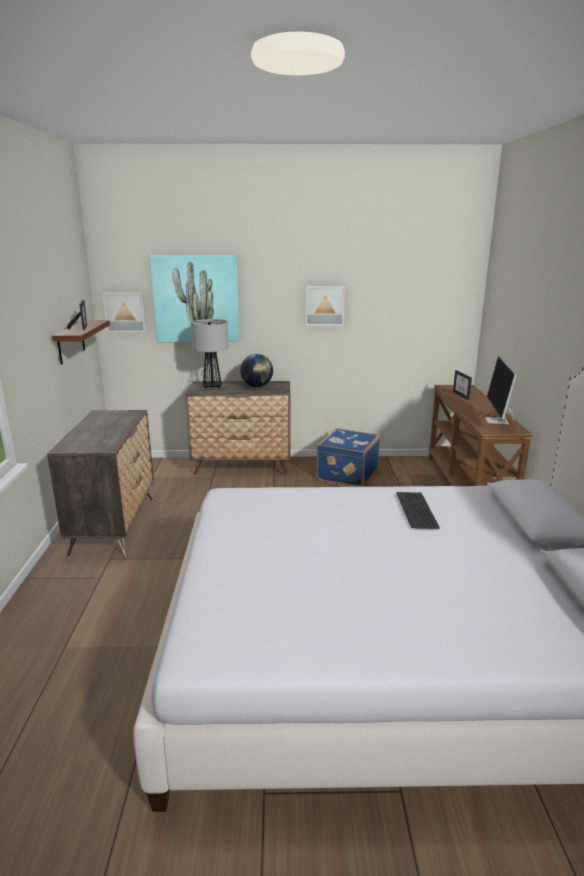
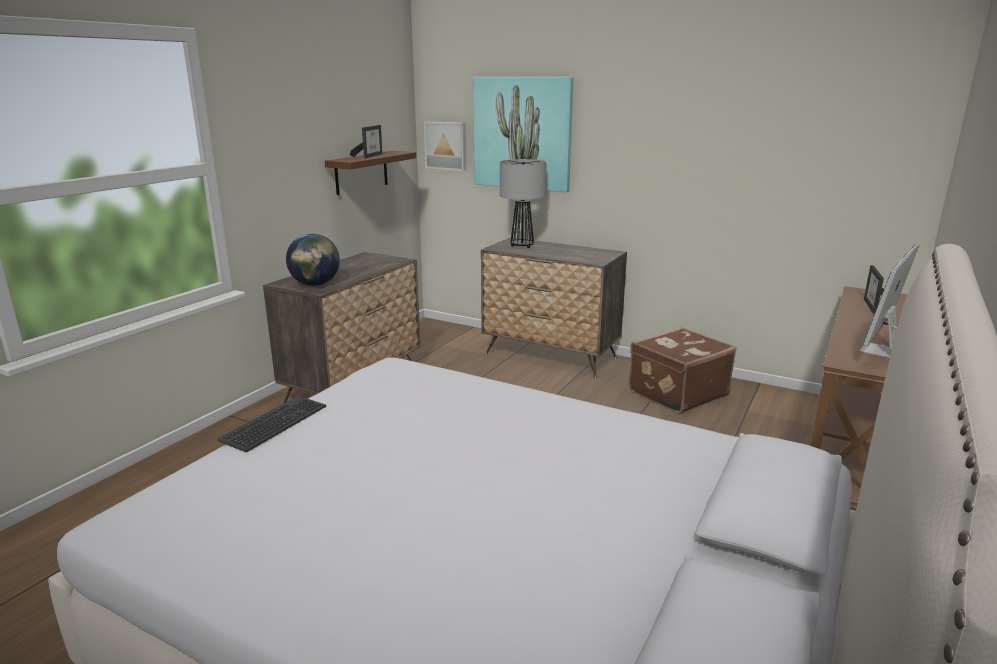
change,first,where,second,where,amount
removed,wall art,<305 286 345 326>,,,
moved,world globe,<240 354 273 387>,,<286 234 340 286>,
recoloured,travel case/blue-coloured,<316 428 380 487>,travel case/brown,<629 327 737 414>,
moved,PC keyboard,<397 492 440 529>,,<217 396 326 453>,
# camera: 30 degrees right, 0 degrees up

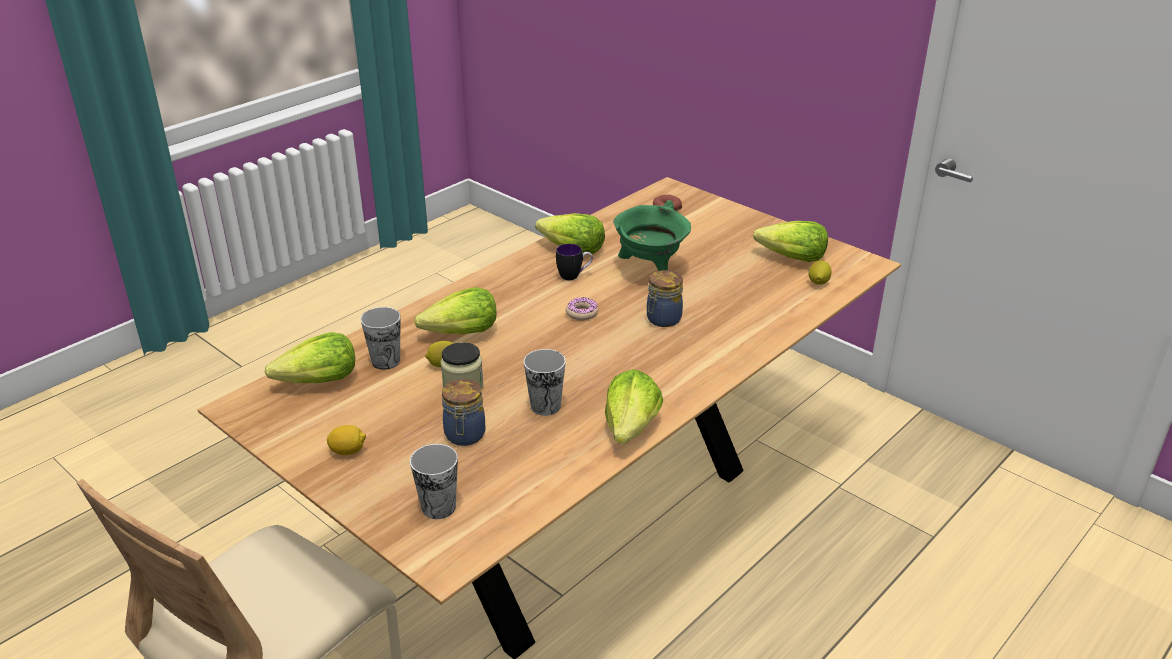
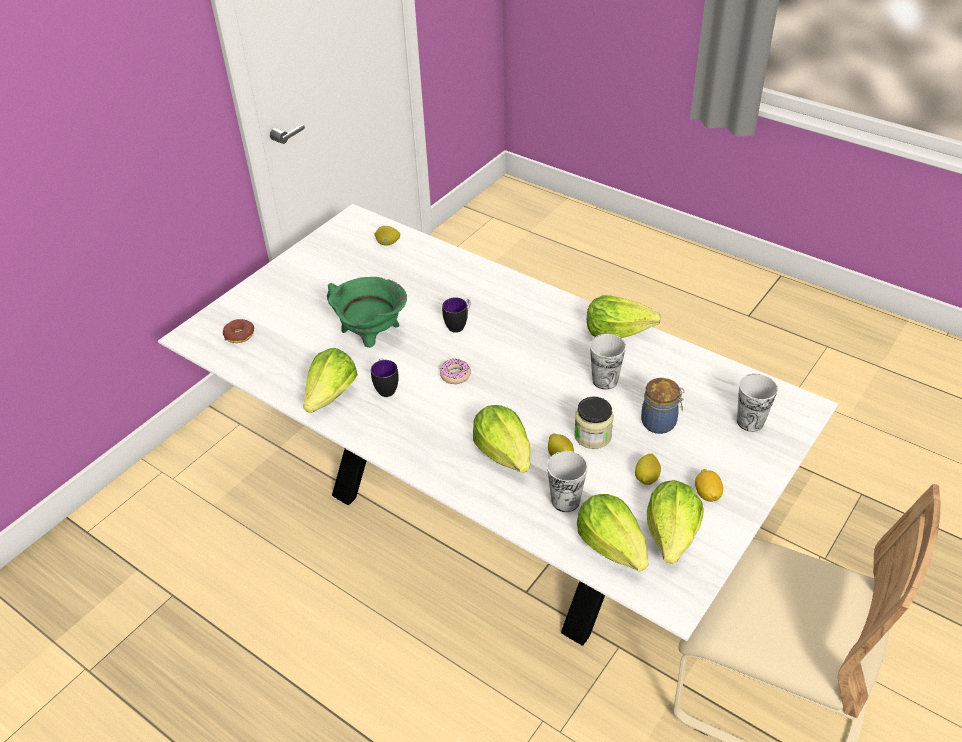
change,first,where,second,where,amount
recoloured,kitchen table/brown,<197 177 901 659>,kitchen table/white-coloured,<158 204 838 646>,
moved,head of lettuce,<753 221 828 262>,,<647 480 703 564>,
replaced,jar,<647 270 683 327>,mug,<442 297 471 333>,
added,,,citrus fruit,<635 453 661 485>,
# camera: 95 degrees left, 10 degrees up

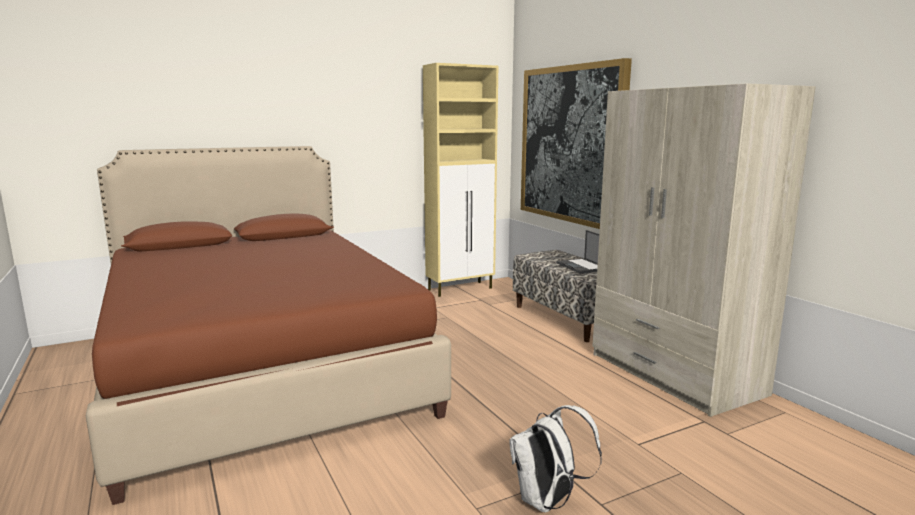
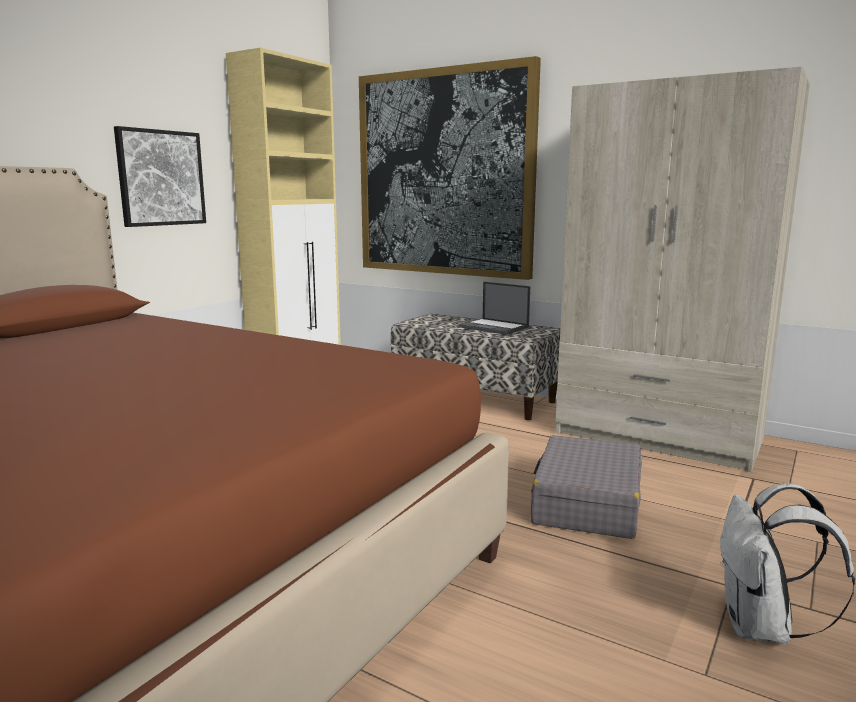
change,first,where,second,where,amount
added,,,wall art,<114 126 206 227>,
added,,,travel case/greyish,<531 435 642 539>,
# camera: 30 degrees left, 0 degrees up

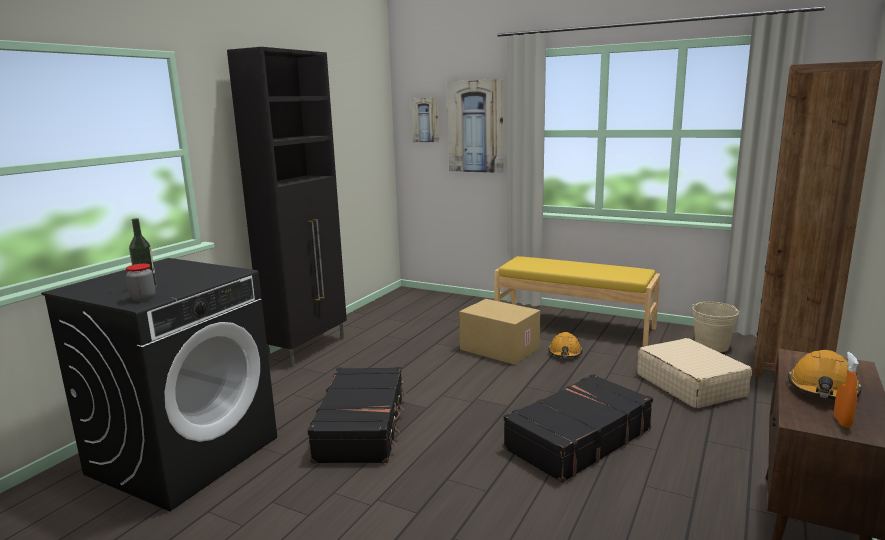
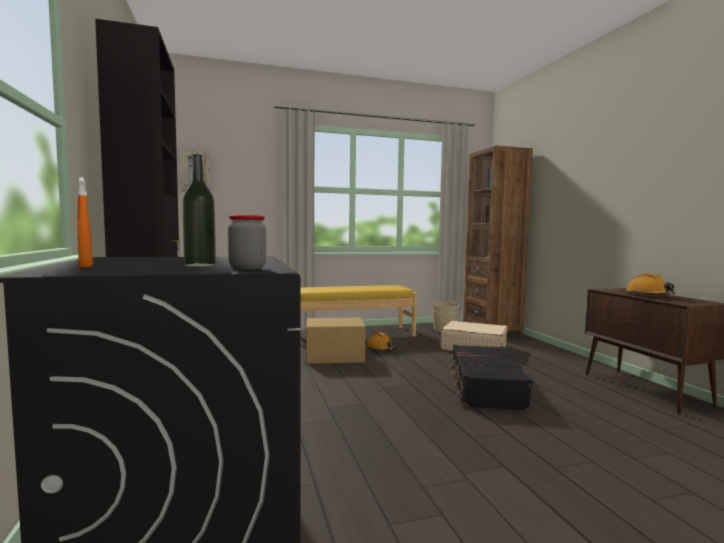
change,first,where,second,where,amount
removed,wall art,<447 79 504 173>,,,
moved,spray bottle/orange-coloured,<834 352 859 428>,,<77 177 93 268>,
removed,travel case/black-coloured,<307 367 407 463>,,,
# camera: 45 degrees left, 10 degrees down

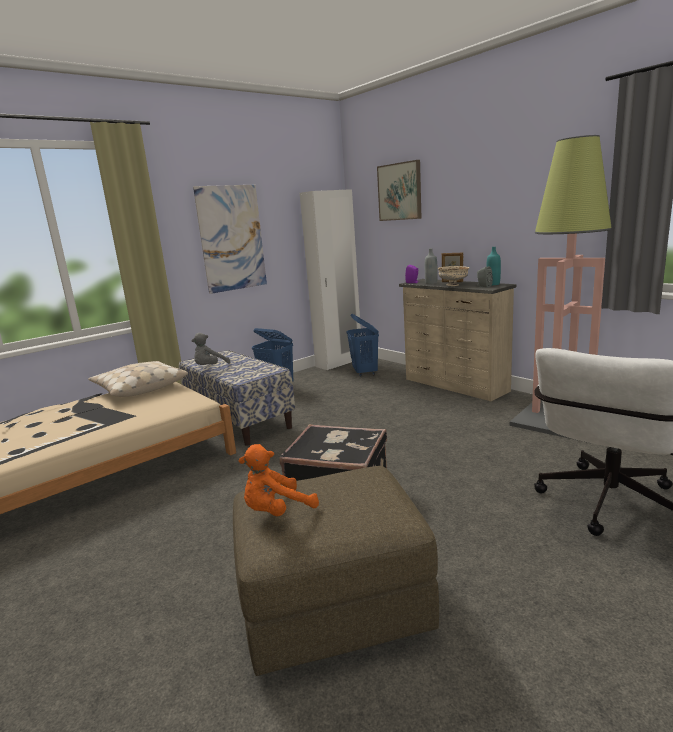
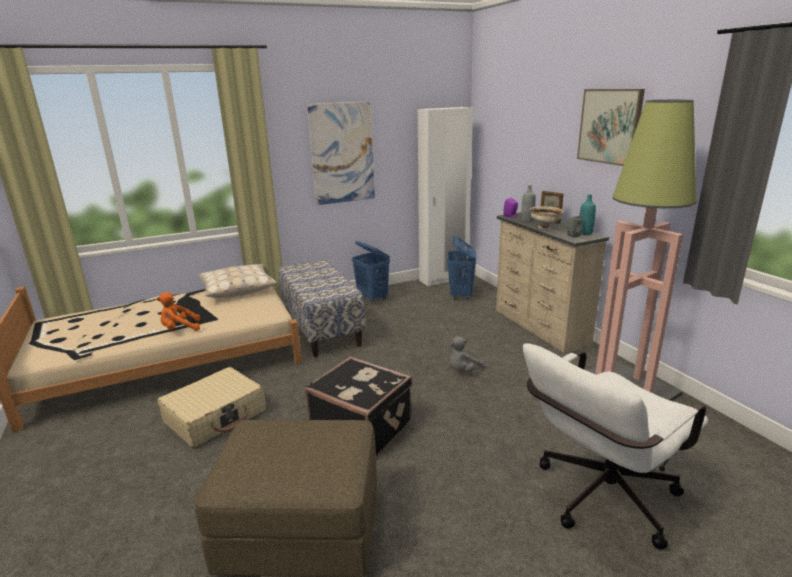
change,first,where,second,where,amount
moved,wall art,<377 160 422 221>,,<577 89 645 166>,
moved,plush toy/greyish,<192 333 230 365>,,<449 336 484 372>,
moved,plush toy/orange-coloured,<239 444 319 516>,,<157 292 200 331>,
added,,,travel case/beige,<158 367 266 448>,
# camera: 15 degrees right, 5 degrees up

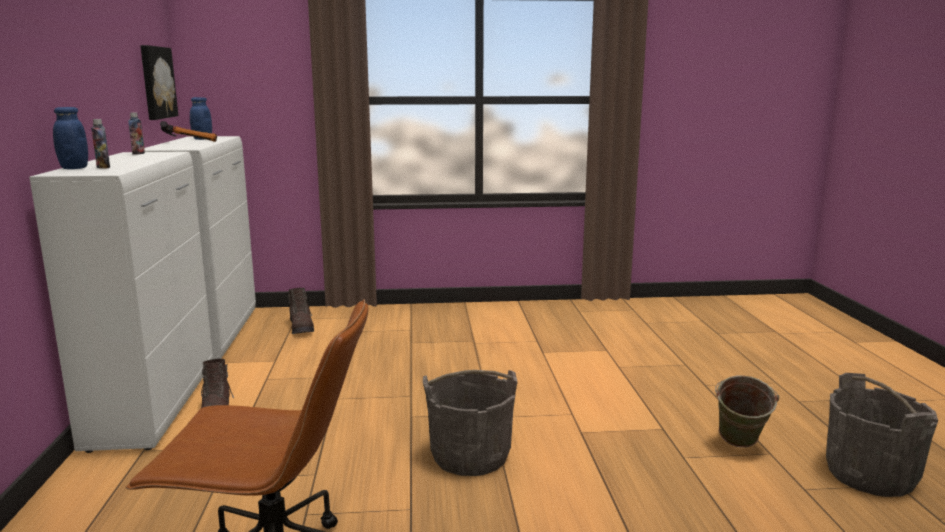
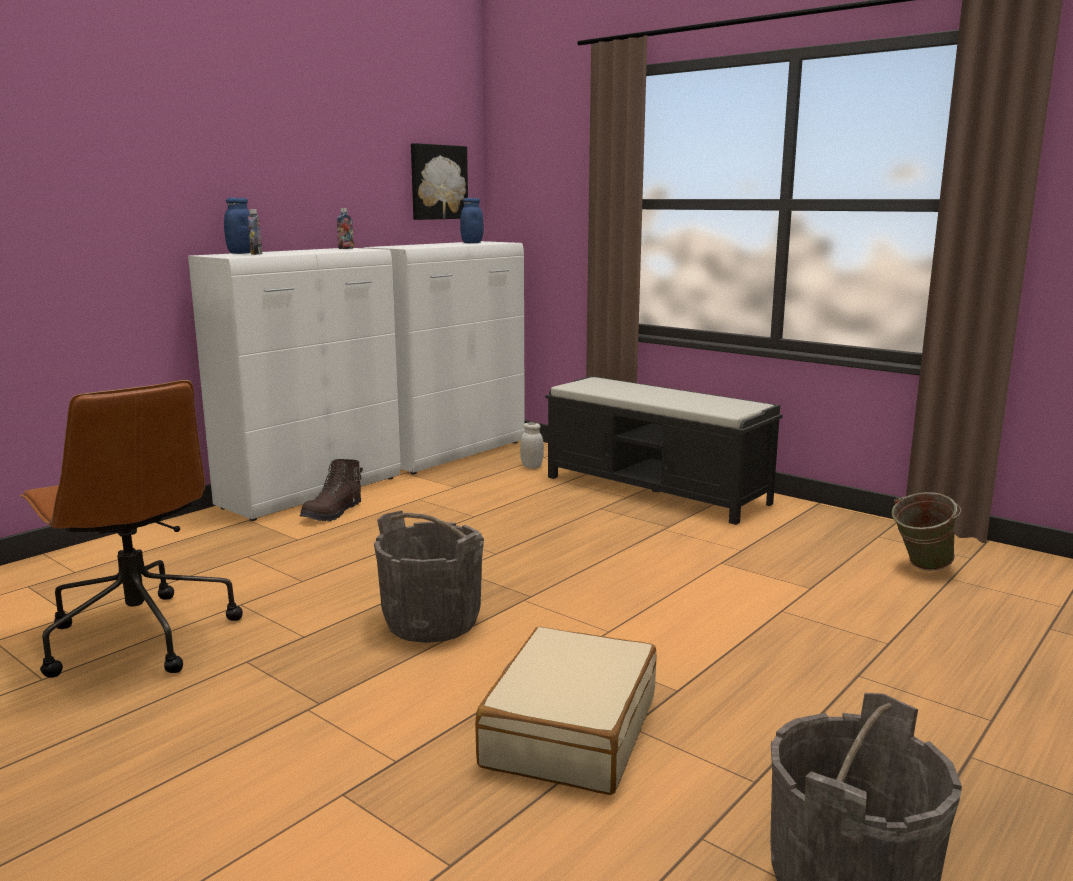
change,first,where,second,where,amount
removed,hand hammer,<160 121 217 142>,,,
replaced,tall boot/brown,<288 288 314 334>,jar/white-coloured,<520 422 544 469>,
moved,water bucket/green,<715 375 779 448>,,<892 492 961 571>,
added,,,indoor bench/black-coloured,<546 376 783 525>,
added,,,travel case/beige,<475 627 656 795>,
# camera: 45 degrees right, 0 degrees up

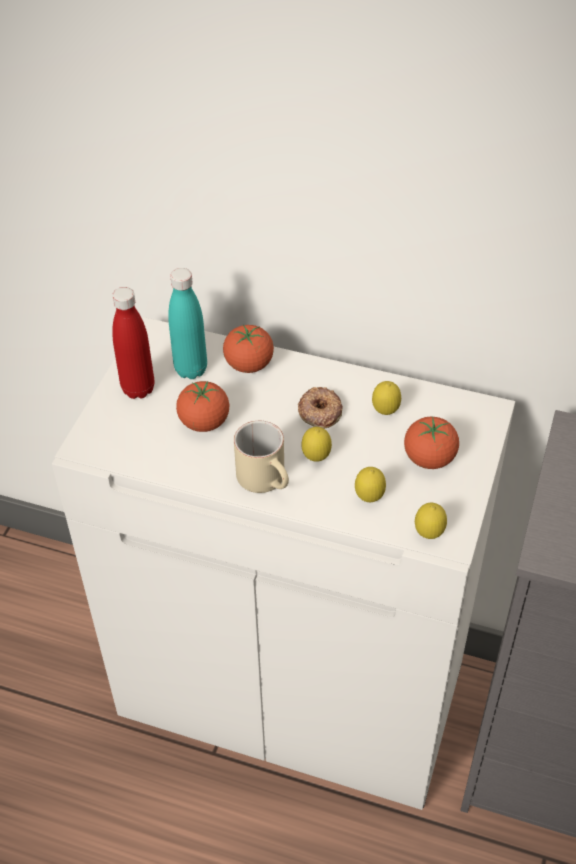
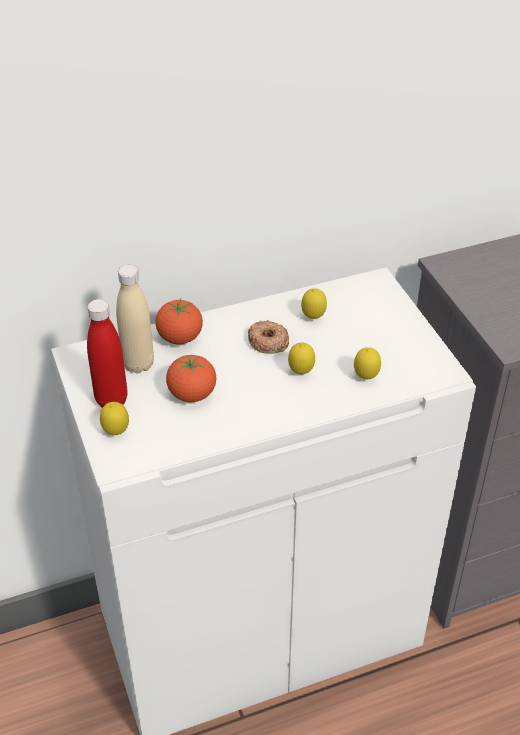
change,first,where,second,where,amount
recoloured,bottle/blue-green,<168 268 207 379>,bottle/beige,<116 265 154 373>,
removed,whole tomato,<404 417 459 469>,,,
removed,mug/beige,<234 421 289 493>,,,
moved,citrus fruit,<415 503 447 539>,,<100 402 129 435>,
# camera: 40 degrees left, 5 degrees down

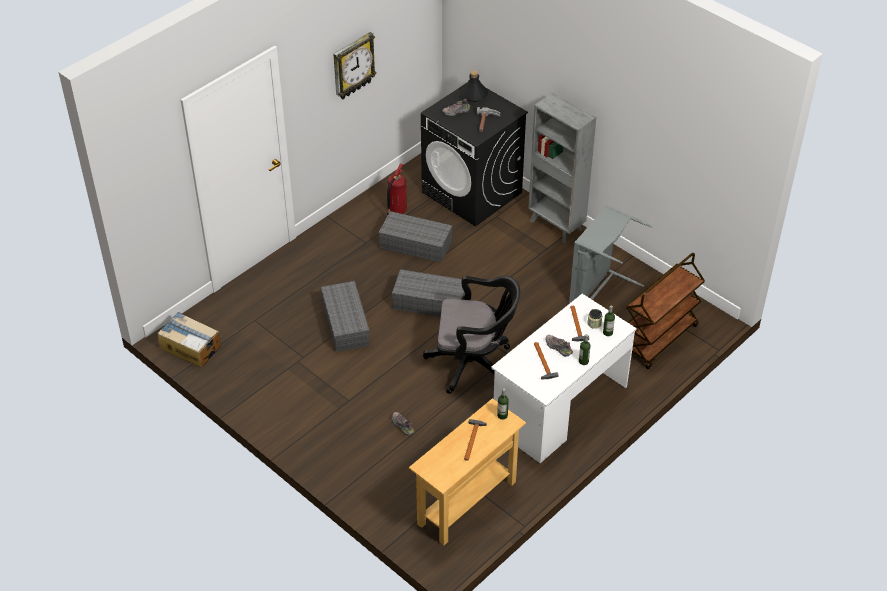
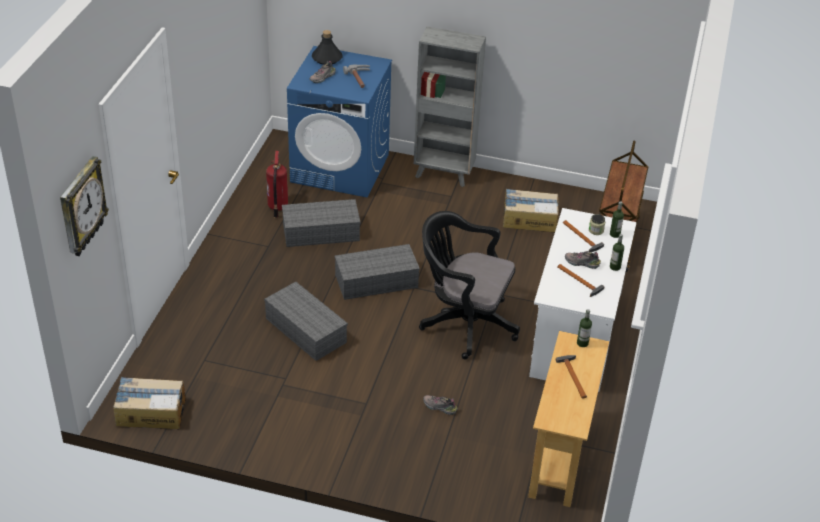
change,first,where,second,where,amount
moved,clock on the wall,<333 32 376 99>,,<60 156 109 256>,
recoloured,laundry appliance/black-coloured,<421 84 528 226>,laundry appliance/blue-coloured,<287 46 392 198>,
replaced,laundry basket/greyish,<569 206 653 303>,carton,<503 188 559 232>,
turned,office chair/black-coloured,<423 276 520 394>,,<419 211 520 360>,135 degrees counterclockwise
# camera: 30 degrees left, 5 degrees down

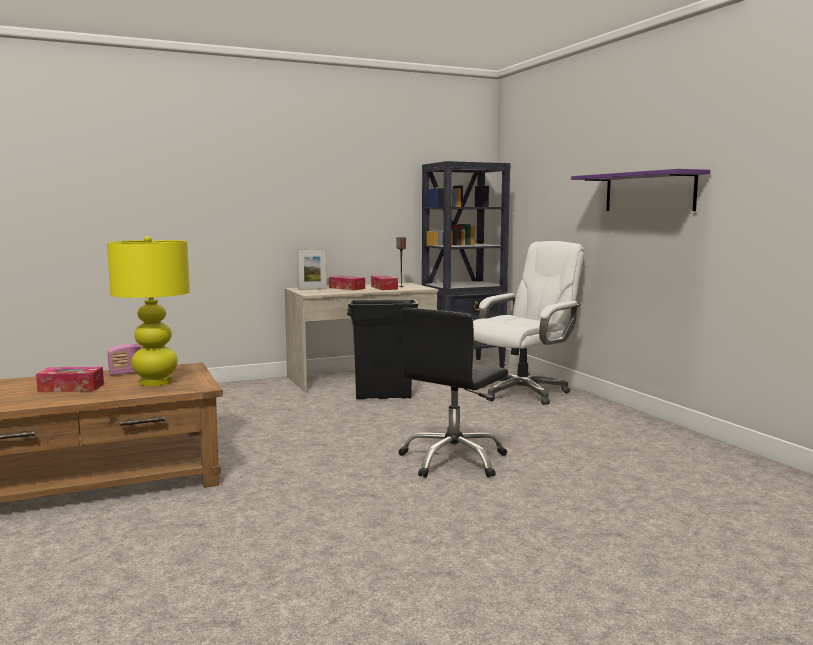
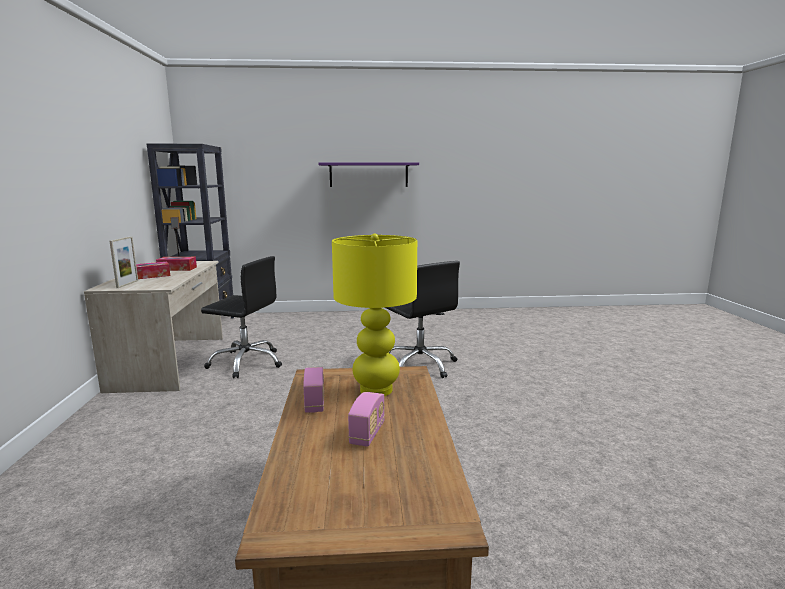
change,first,where,second,where,amount
removed,office chair/white-coloured,<473 241 584 405>,,,
replaced,trash can/black-coloured,<347 299 418 399>,office chair/black-coloured,<201 256 282 378>,
replaced,tissue box,<36 367 104 392>,radio set,<348 392 385 447>,
# camera: 70 degrees left, 5 degrees up

